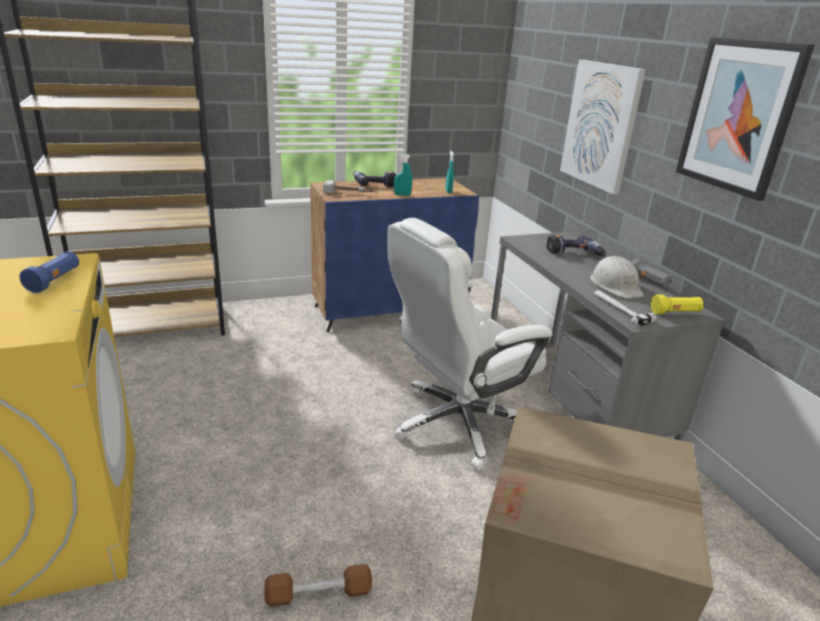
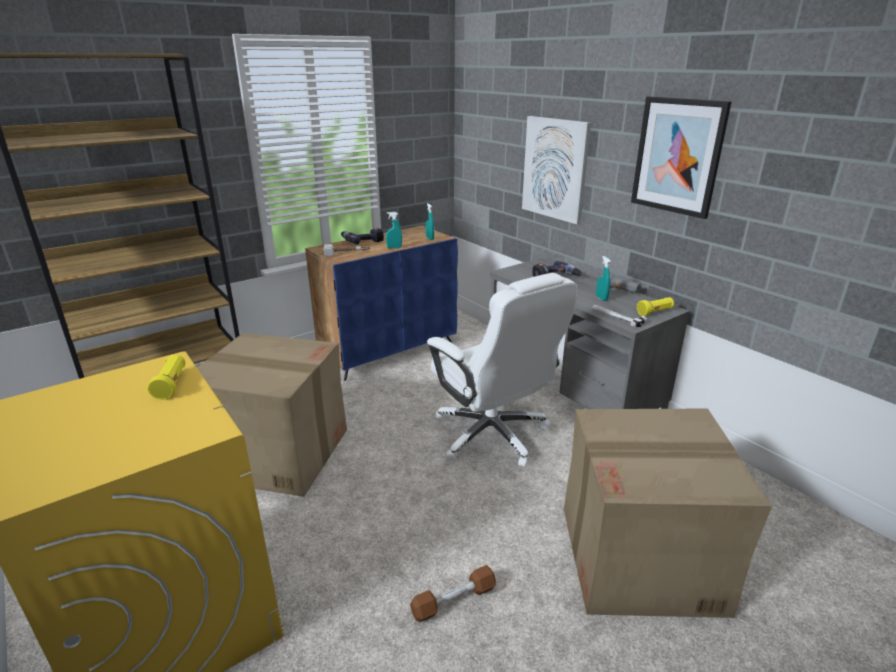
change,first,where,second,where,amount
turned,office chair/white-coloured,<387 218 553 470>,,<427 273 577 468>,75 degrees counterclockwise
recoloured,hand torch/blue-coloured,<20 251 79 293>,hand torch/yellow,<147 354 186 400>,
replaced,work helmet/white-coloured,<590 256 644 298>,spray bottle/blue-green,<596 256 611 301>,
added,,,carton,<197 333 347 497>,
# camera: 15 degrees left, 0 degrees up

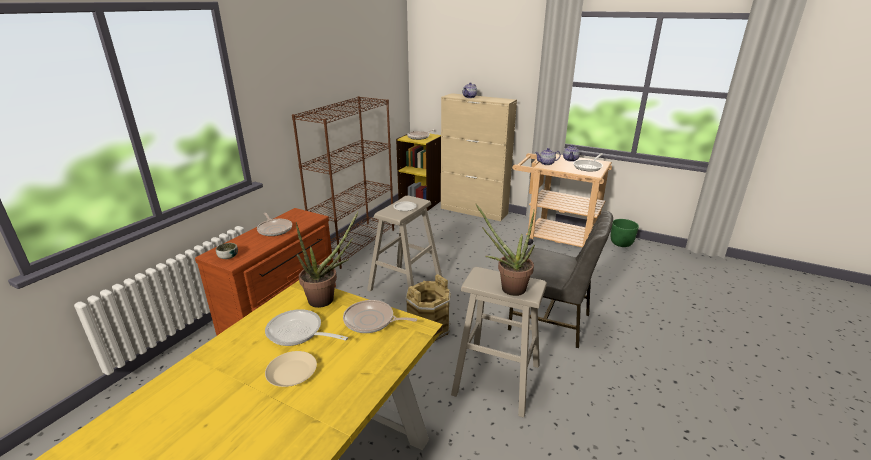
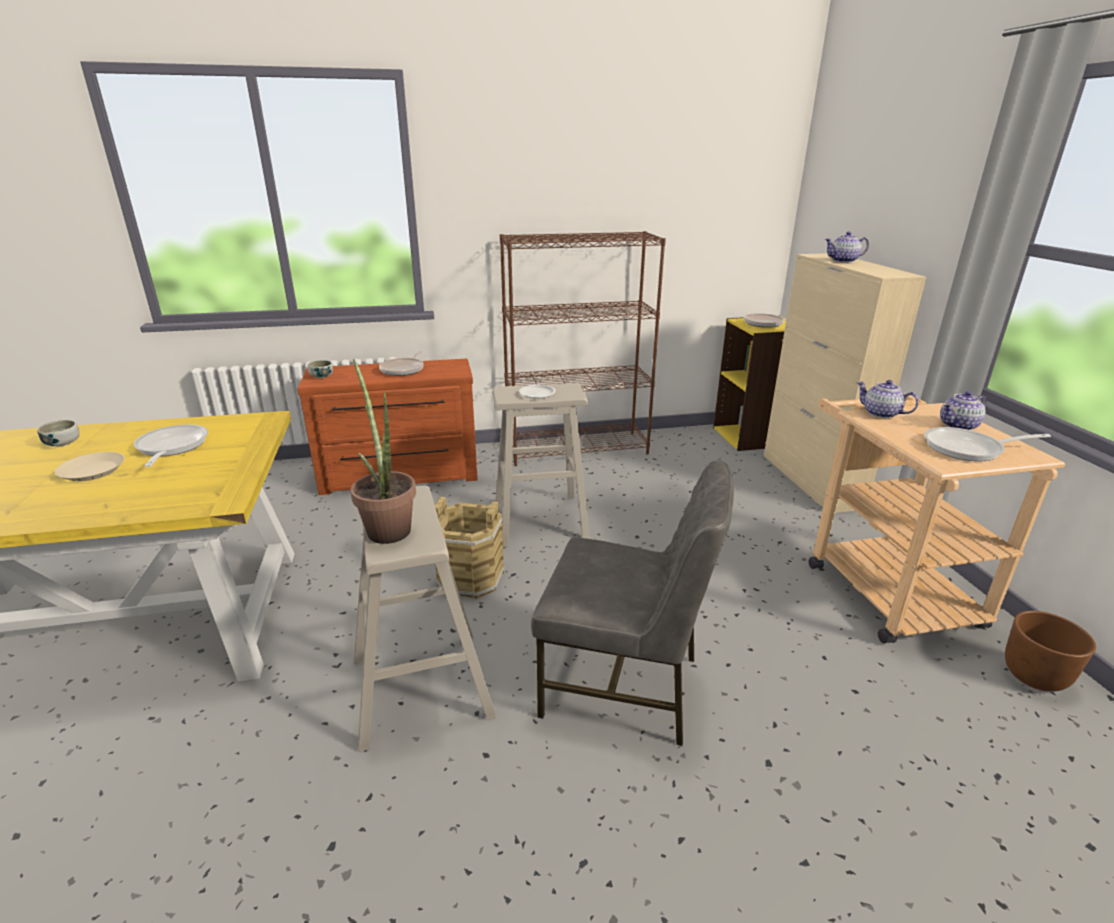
change,first,where,second,where,amount
turned,upright chair/greyish,<508 211 613 348>,,<531 460 734 746>,60 degrees counterclockwise
removed,potted plant,<296 212 358 308>,,,
recoloured,planter/green,<611 219 639 247>,planter/brown,<1005 611 1096 692>,
removed,skillet,<343 300 417 333>,,,
added,,,bowl,<37 420 80 447>,
# camera: 50 degrees right, 0 degrees up

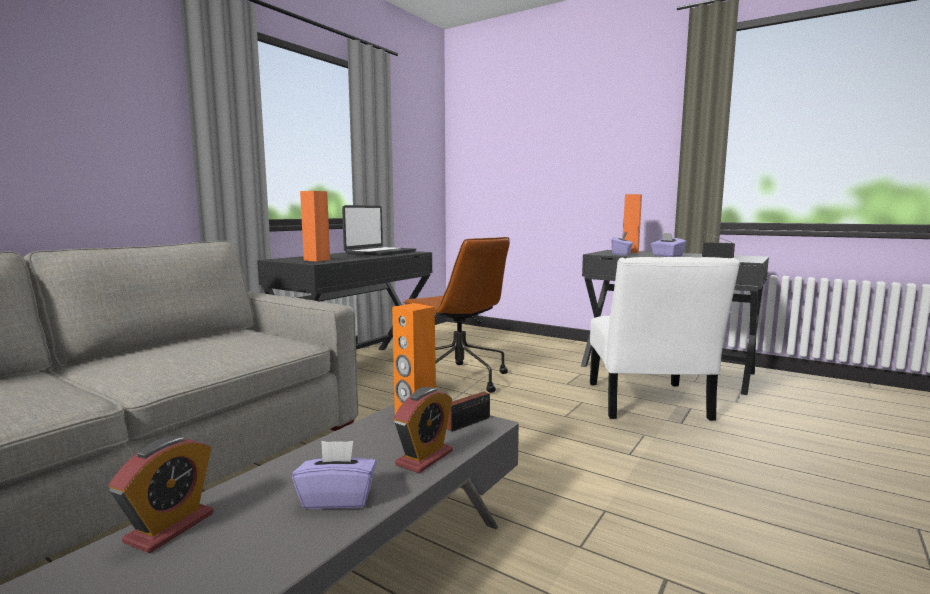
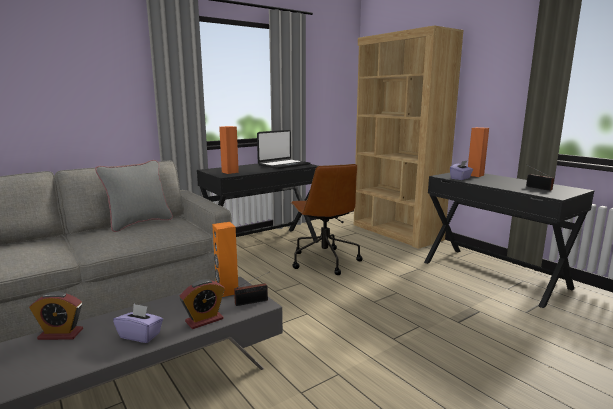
change,first,where,second,where,amount
removed,tissue box/purple-coloured,<651 233 687 257>,,,
removed,upright chair/white-coloured,<590 257 740 421>,,,
turned,table clock,<109 436 214 553>,,<29 291 83 340>,45 degrees clockwise
added,,,bookcase/brown,<354 25 464 249>,
added,,,cushion/greyish,<95 160 173 232>,
# camera: 20 degrees right, 5 degrees up

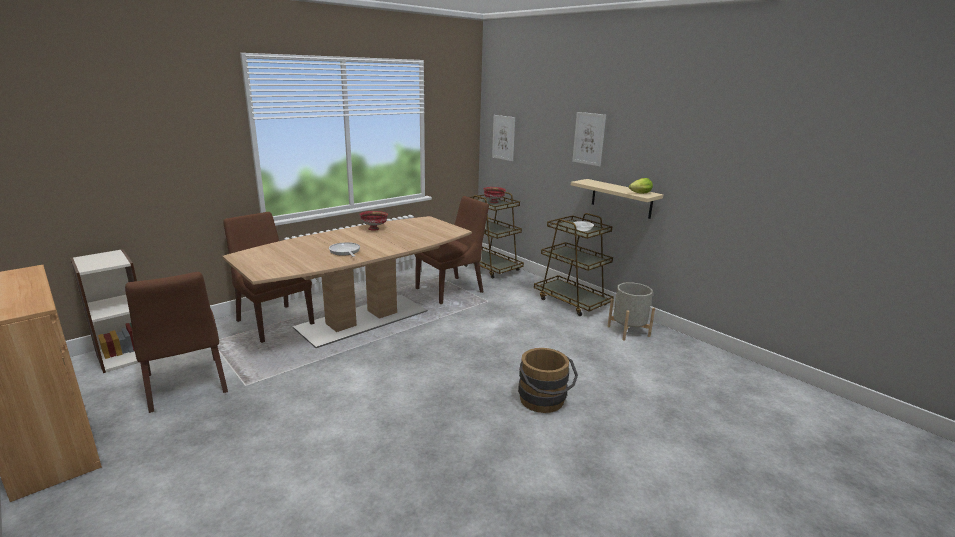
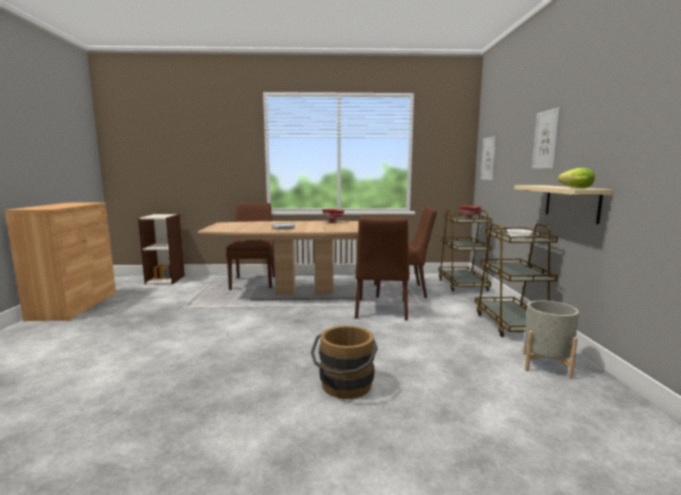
change,first,where,second,where,amount
moved,upright chair/brown,<125 272 228 413>,,<355 217 410 321>,
# camera: 40 degrees right, 10 degrees down

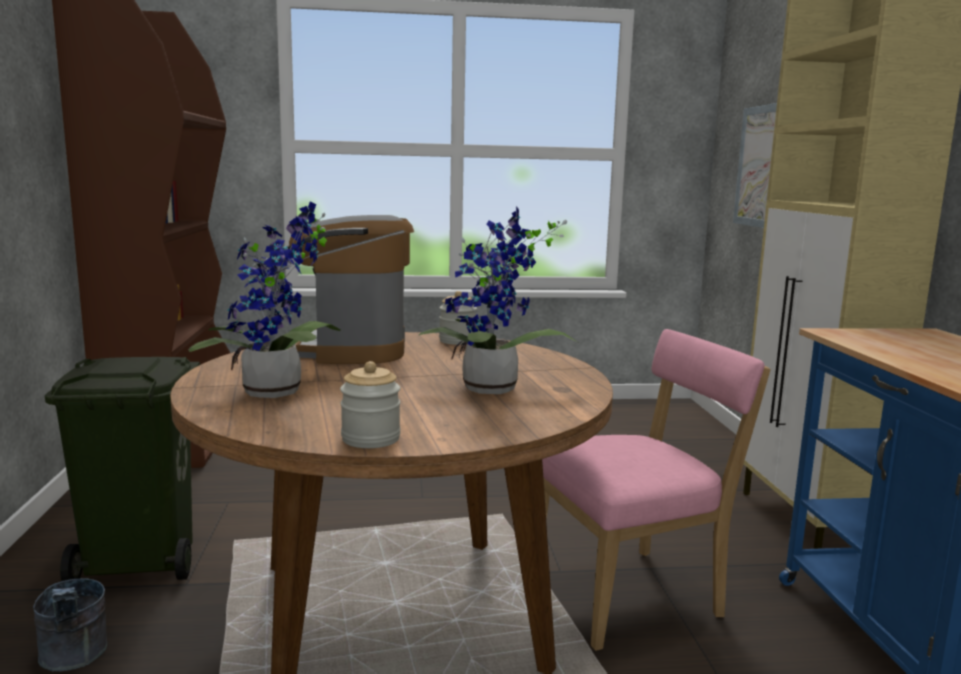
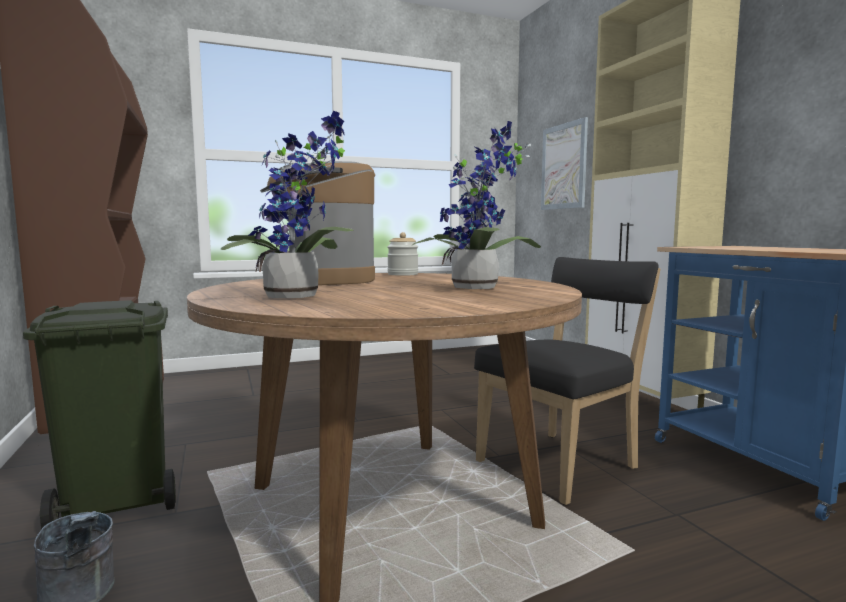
change,first,where,second,where,amount
recoloured,upright chair/pinkish,<542 329 771 651>,upright chair/black-coloured,<474 257 661 505>,
removed,jar,<340 361 401 448>,,,
# camera: 15 degrees left, 5 degrees down

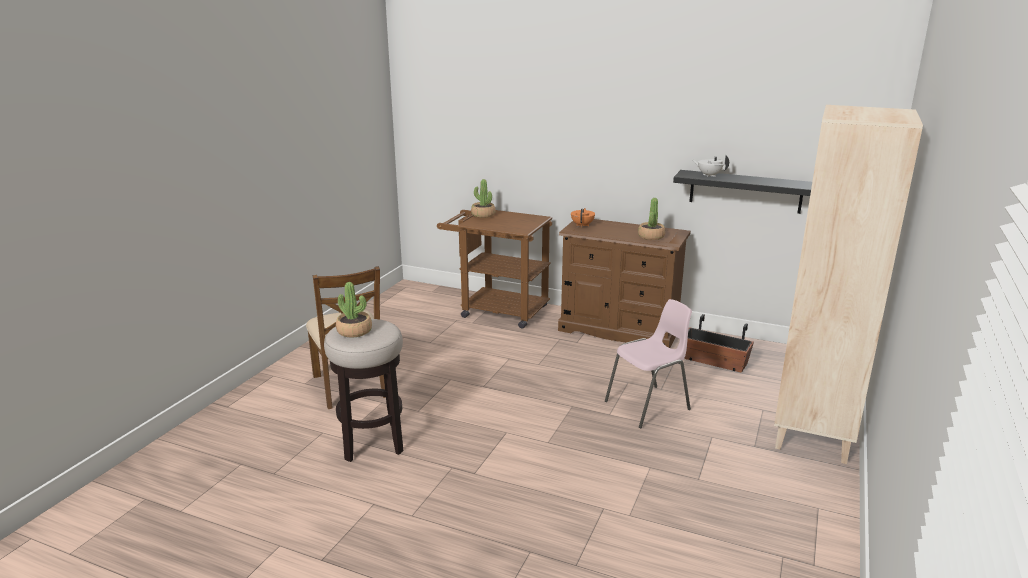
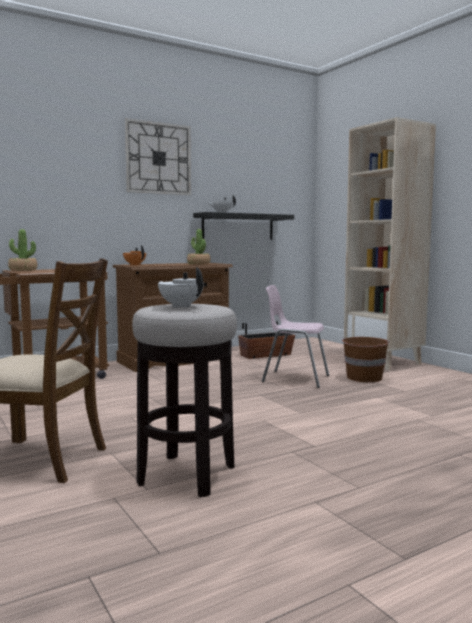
change,first,where,second,where,amount
replaced,potted plant,<336 282 372 337>,tea pot/white-coloured,<158 267 204 308>,
turned,upright chair/pinkish,<605 299 692 428>,,<262 285 329 388>,75 degrees counterclockwise
added,,,clock on the wall,<125 118 191 195>,
added,,,water bucket/brown,<342 337 389 382>,
# camera: 55 degrees left, 15 degrees down

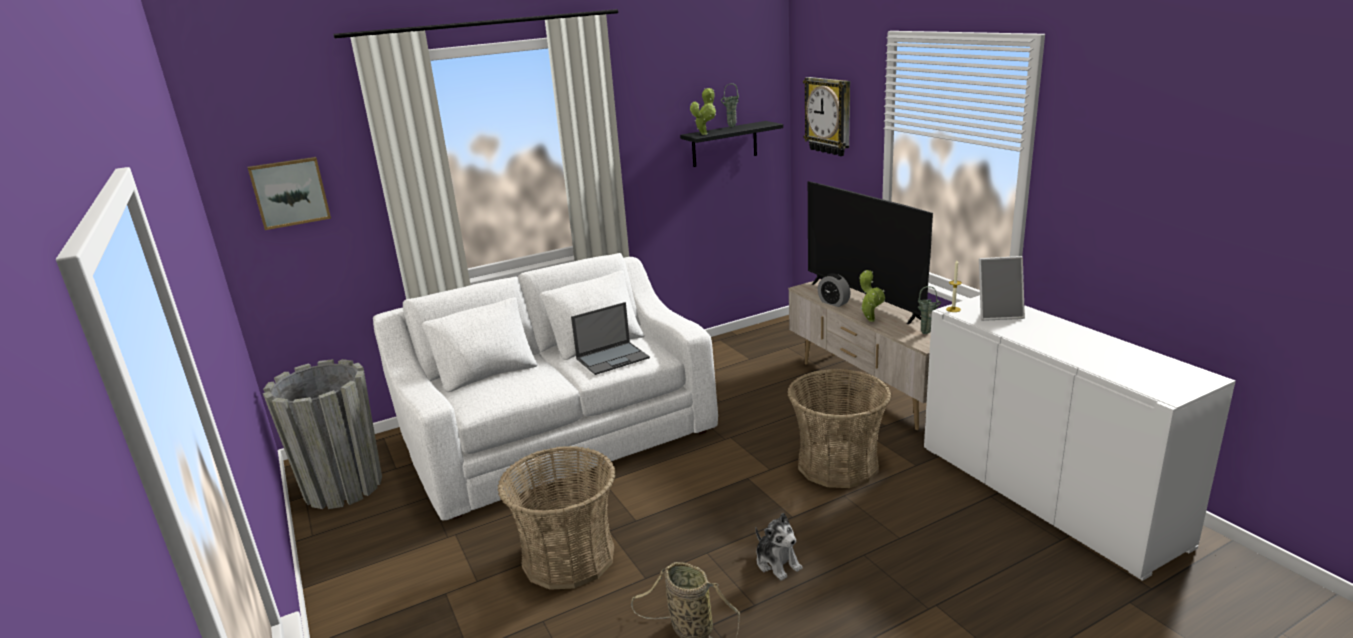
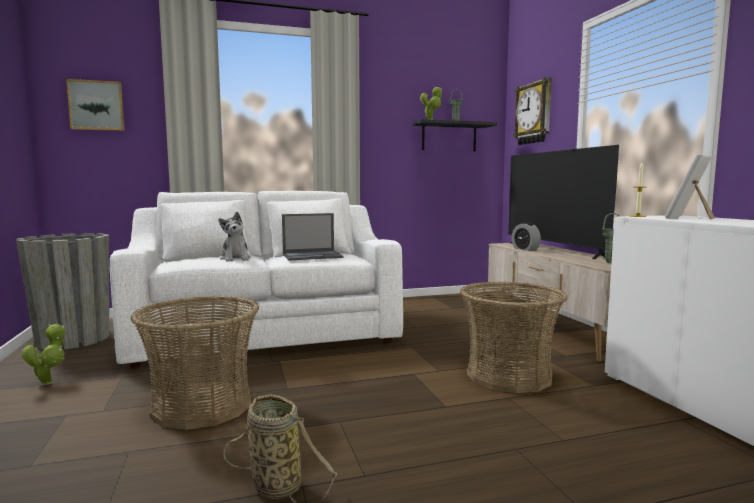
change,first,where,second,where,amount
turned,picture frame,<979 256 1025 321>,,<665 154 715 219>,120 degrees clockwise
moved,potted plant,<859 270 885 322>,,<21 324 65 385>,
moved,plush toy,<755 513 803 581>,,<218 212 251 262>,
# camera: 10 degrees right, 15 degrees down

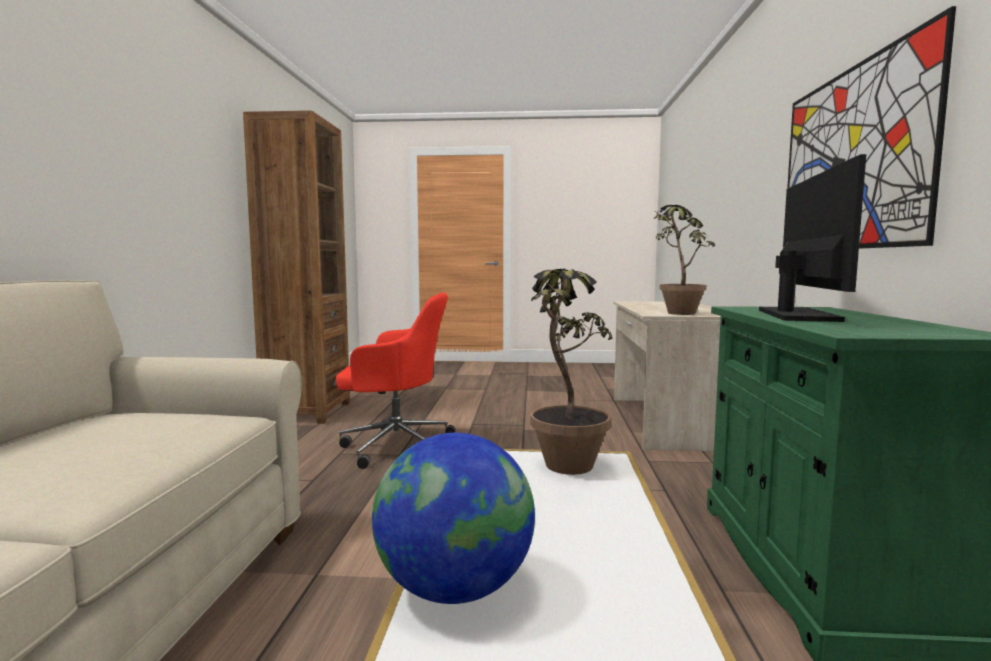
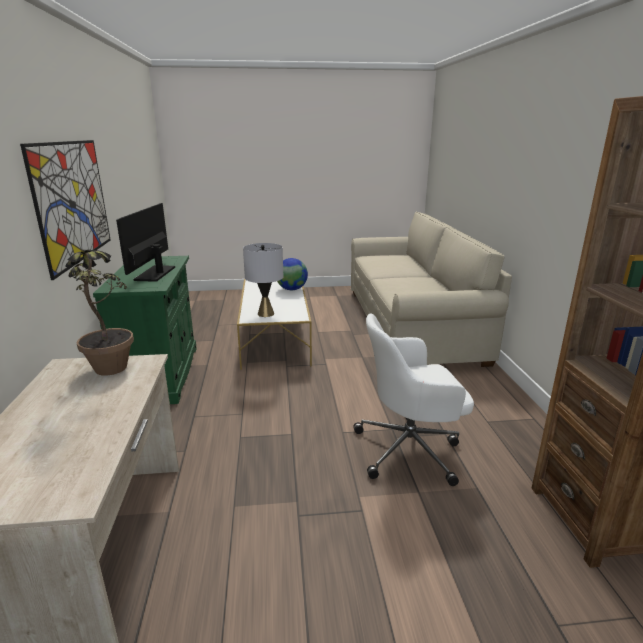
change,first,where,second,where,amount
replaced,potted plant,<530 269 612 475>,table lamp/greyish,<243 243 284 317>,
recoloured,office chair/reddish,<336 292 455 469>,office chair/white-coloured,<353 314 474 486>,
# camera: 170 degrees right, 15 degrees up

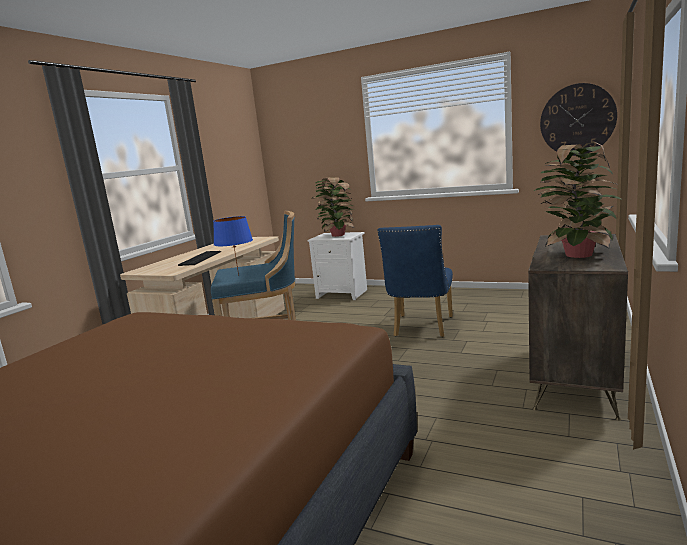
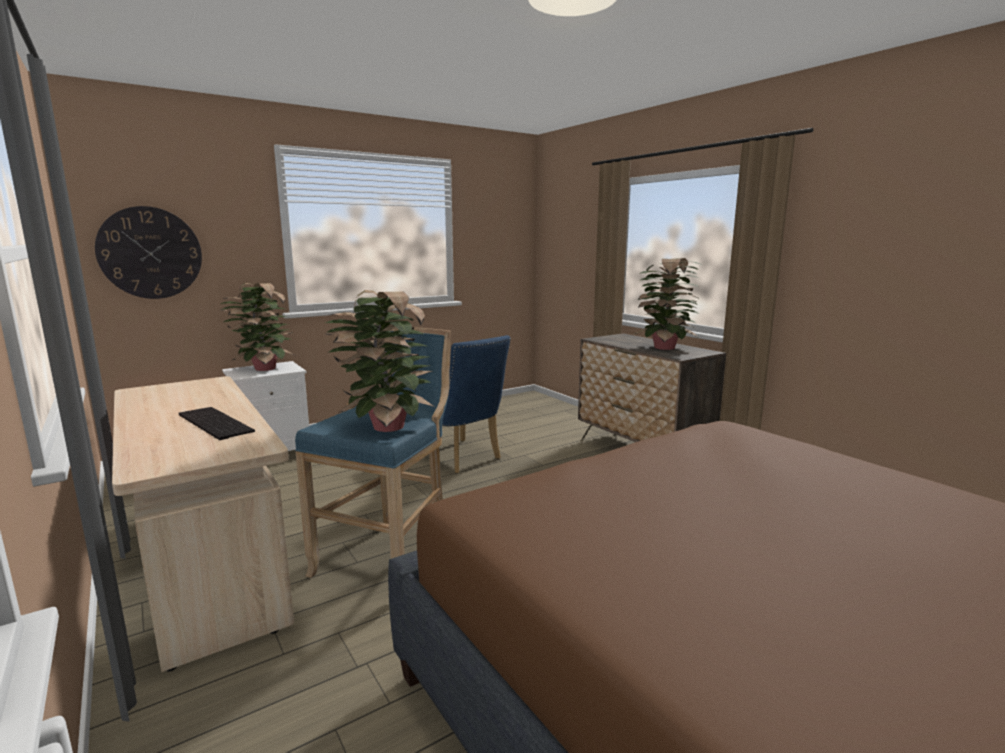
change,first,where,second,where,amount
moved,clock on the wall,<540 83 617 156>,,<95 206 202 299>,
replaced,table lamp/blue-coloured,<213 216 253 276>,potted plant,<326 290 435 432>,
# camera: 60 degrees left, 0 degrees up

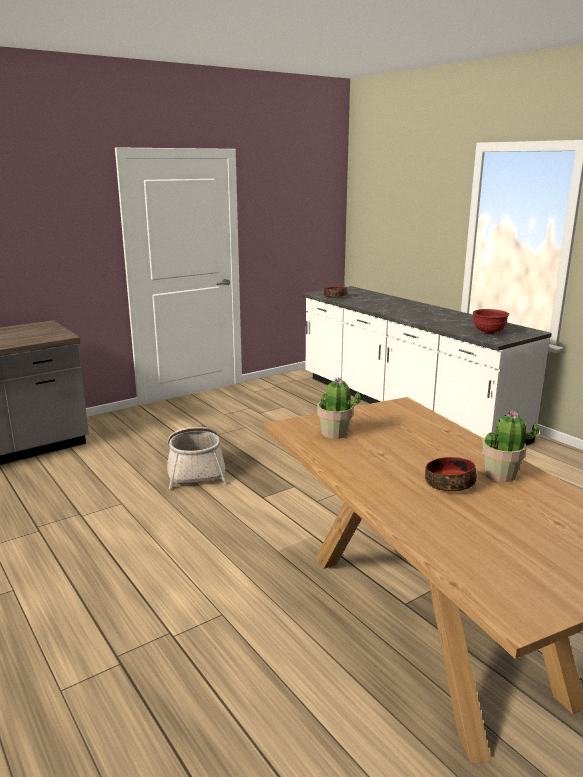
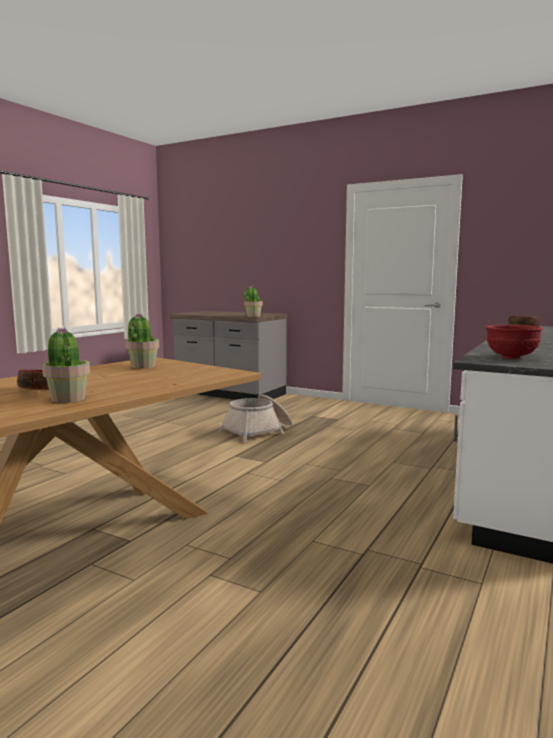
change,first,where,second,where,amount
added,,,potted plant,<243 286 263 317>,
# camera: 65 degrees right, 10 degrees down

